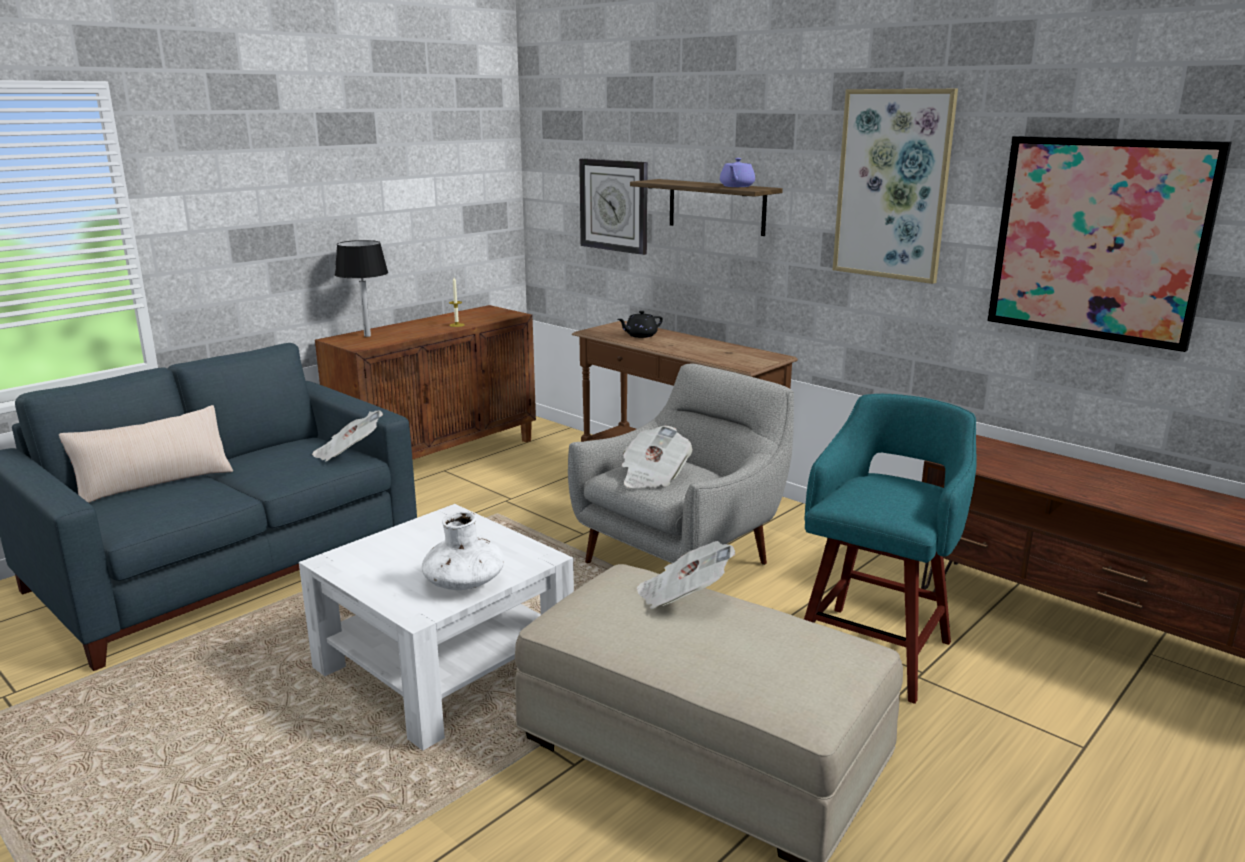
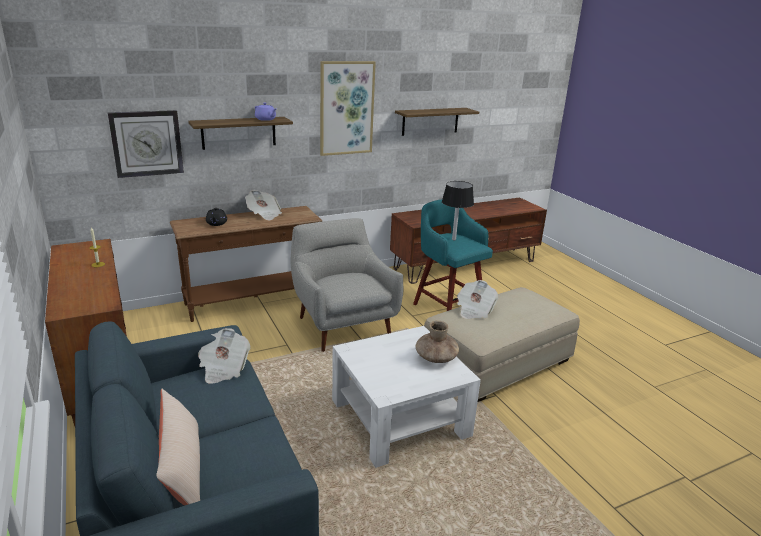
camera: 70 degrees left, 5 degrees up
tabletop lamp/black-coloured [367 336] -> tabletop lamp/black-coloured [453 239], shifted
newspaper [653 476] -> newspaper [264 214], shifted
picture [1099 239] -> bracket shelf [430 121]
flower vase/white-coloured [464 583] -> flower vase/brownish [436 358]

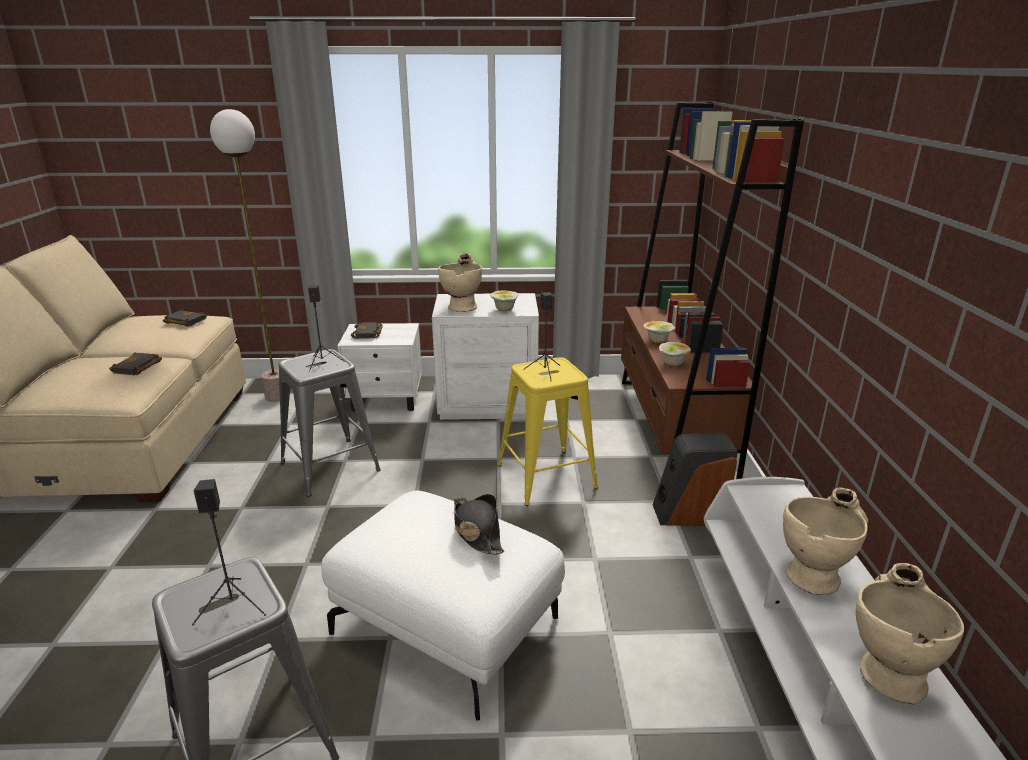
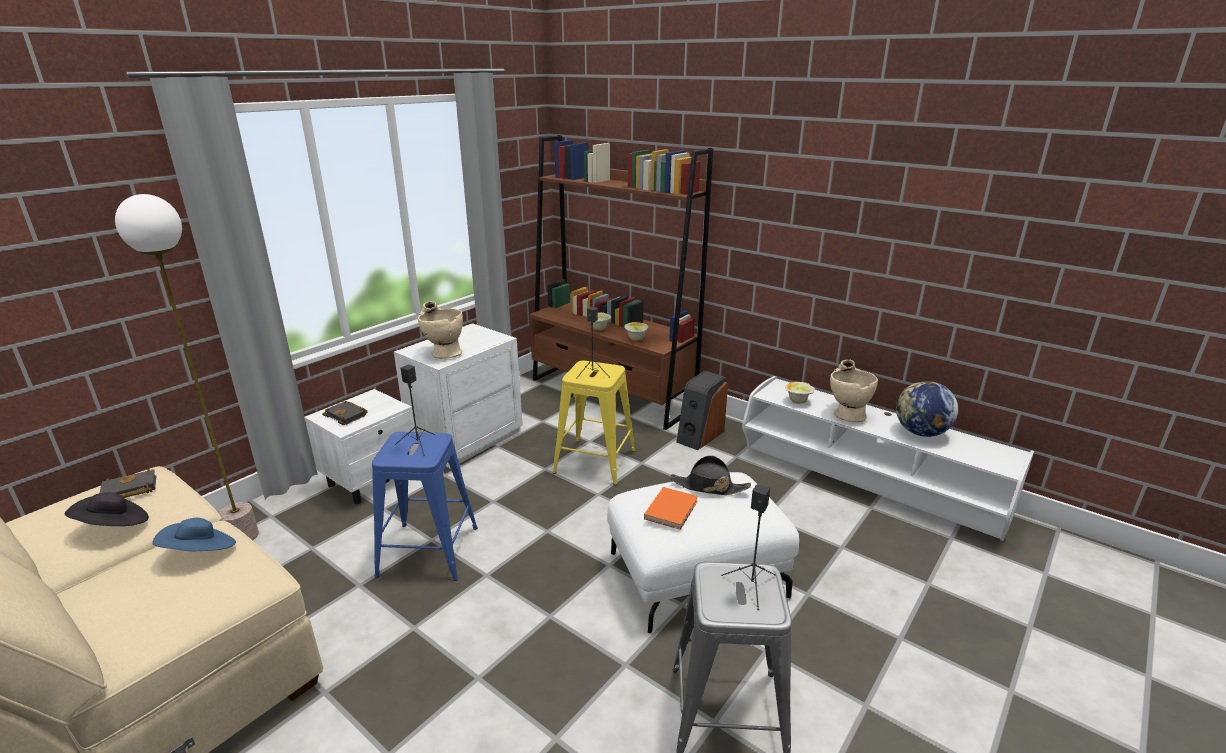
camera: 50 degrees left, 0 degrees up
none -> hat/black-coloured [114 526]
none -> volume/orangey [672 509]
deep dish [504 310] -> deep dish [798 401], shifted
volume/black-coloured [137 368] -> hat/blue-coloured [200 552]
flower vase/sand-coloured [887 668] -> globe [920 433]
stool seat/grey [330 466] -> stool seat/blue-coloured [428 551]

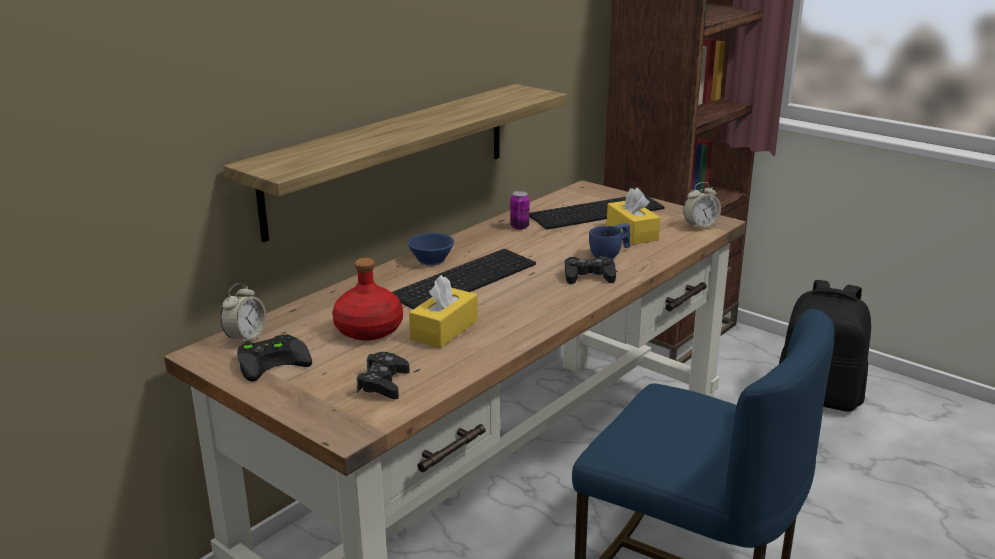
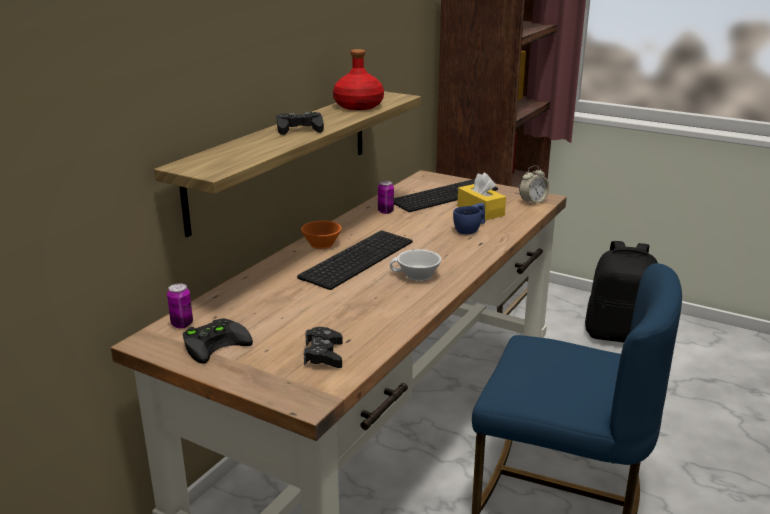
camera: 10 degrees left, 0 degrees up
tissue holder/yellowish [444 330] -> none
none -> cup/white-coloured [417 276]
bottle/red [369 329] -> bottle/red [358 106], shifted
gamepad/black-coloured [589 276] -> gamepad/black-coloured [299 129], shifted
alarm clock [246 337] -> sealed can [182 324]
cup/blue-coloured [430 259] -> cup/orangey [320 243]

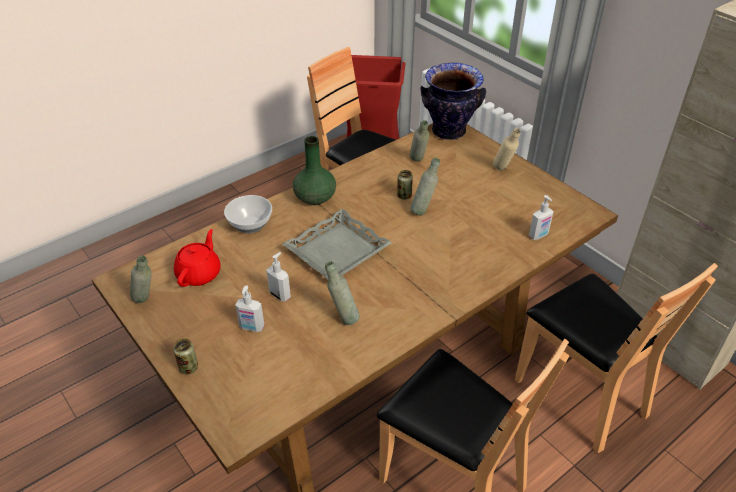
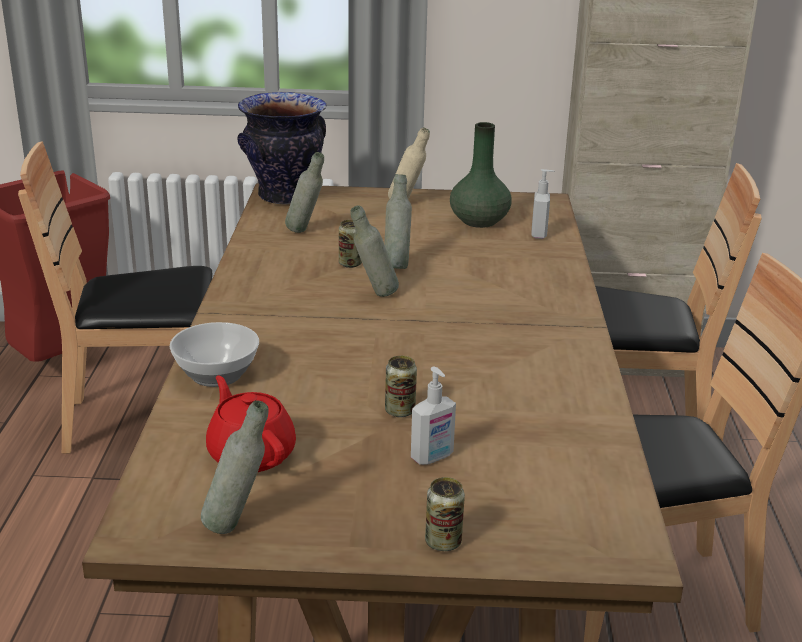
camera: 50 degrees left, 15 degrees down
tray/grey [337 250] -> none
flower vase/green [314 198] -> flower vase/green [479 221], shifted
bottle/grey [343 318] -> bottle/grey [374 295], shifted
soap bottle [280 295] -> sealed can [400 411]

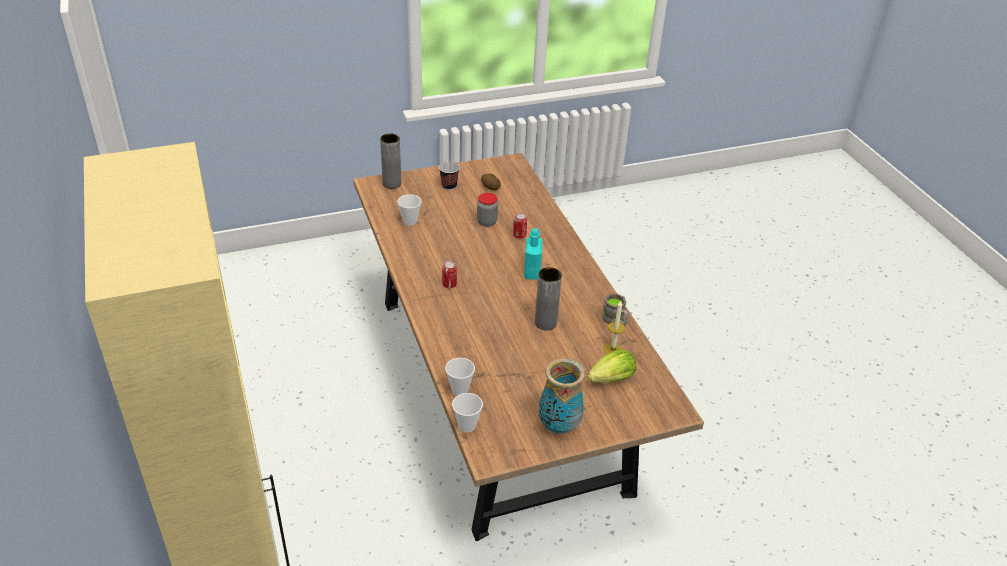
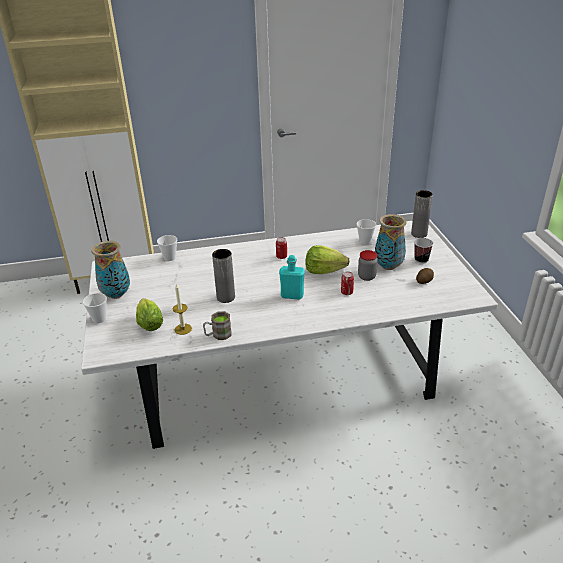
camera: 100 degrees right, 5 degrees down
none -> lettuce [324 271]
none -> flower vase [389 266]
cup [467 425] -> cup [99 319], shifted
dinner table/brownish [497 391] -> dinner table/white-coloured [284 376]

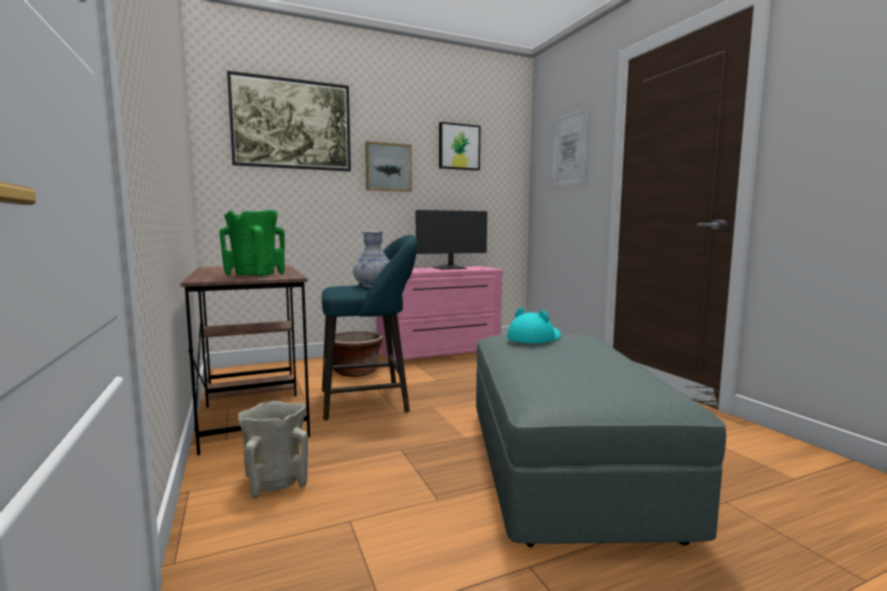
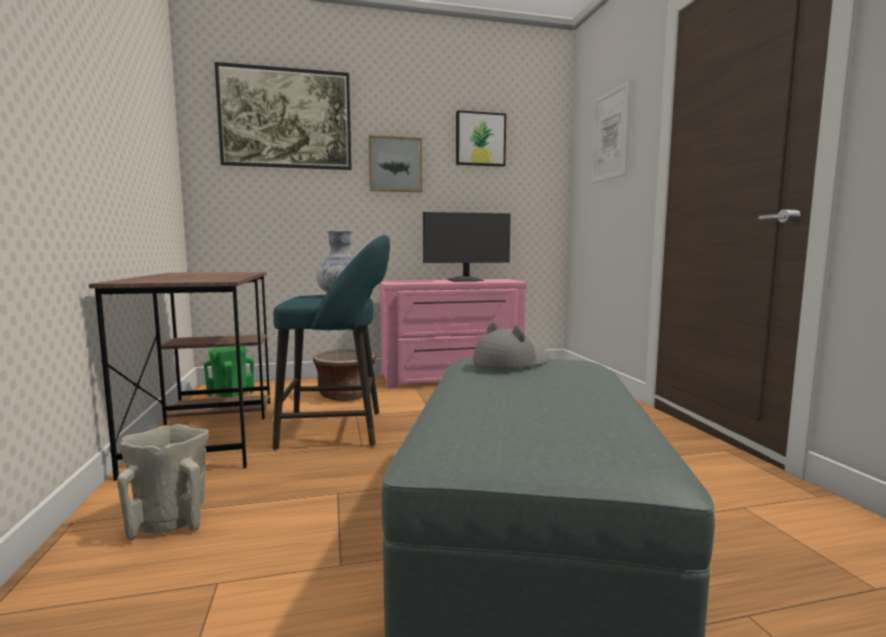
camera: 10 degrees right, 0 degrees up
flower vase/green [255 276] -> flower vase/green [231 395], shifted
hat/blue-green [534 338] -> hat/grey [511 362]

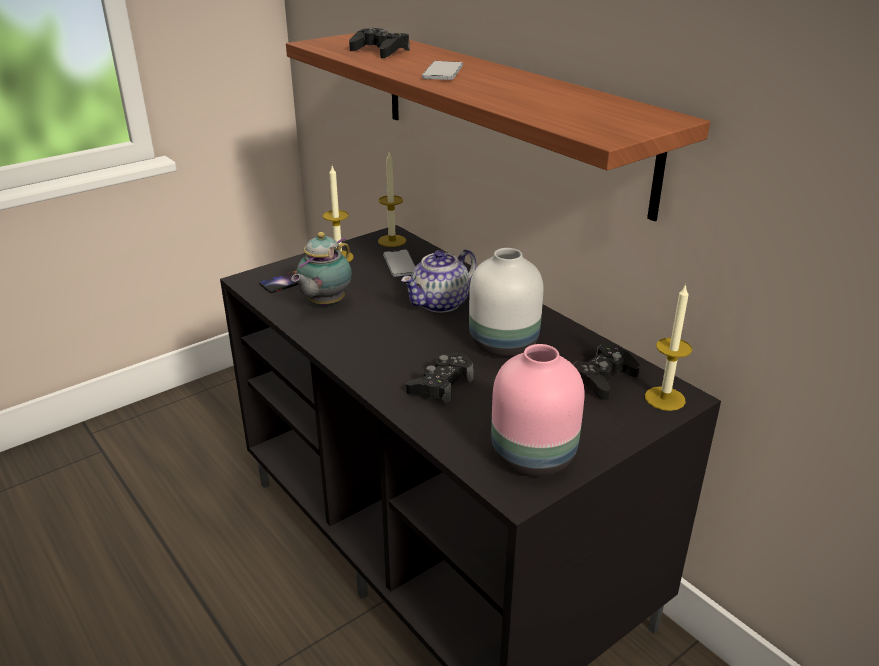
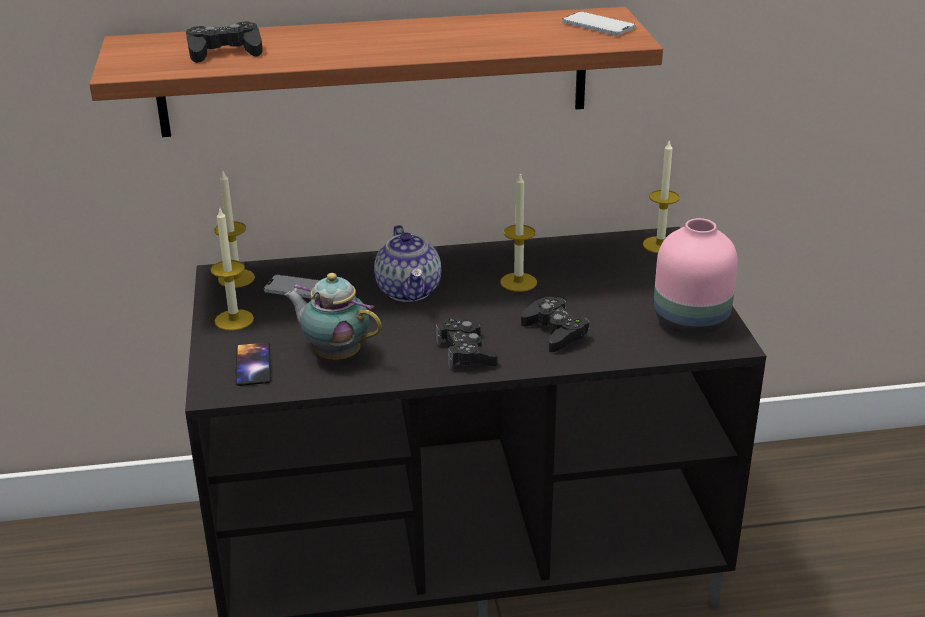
camera: 60 degrees left, 0 degrees up
telephone [442 72] -> telephone [598 25], shifted
gamepad/black-coloured [603 378] -> gamepad/black-coloured [465 352], shifted
flower vase/white-coloured [505 344] -> wax light [518 282]
teapot [324 304] -> teapot [335 354], 150 degrees clockwise

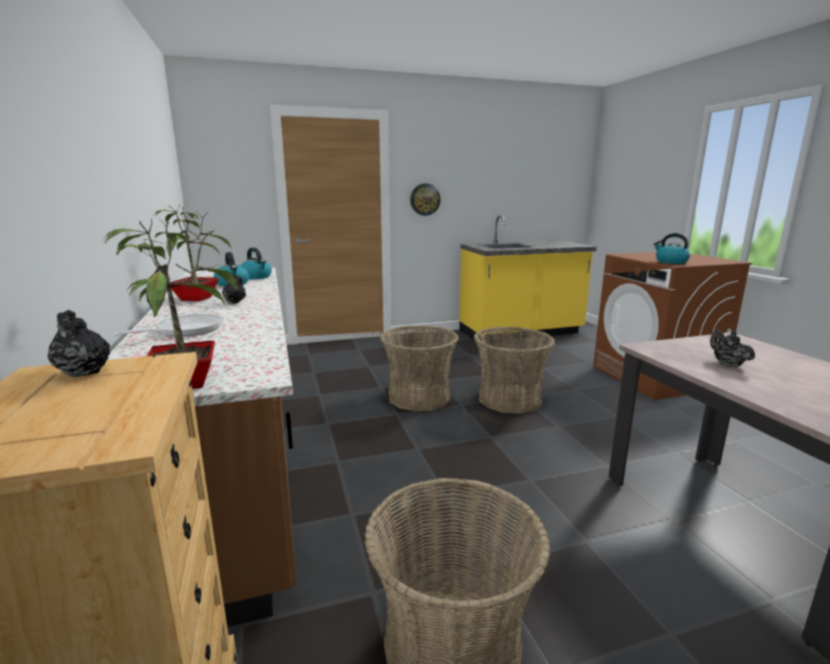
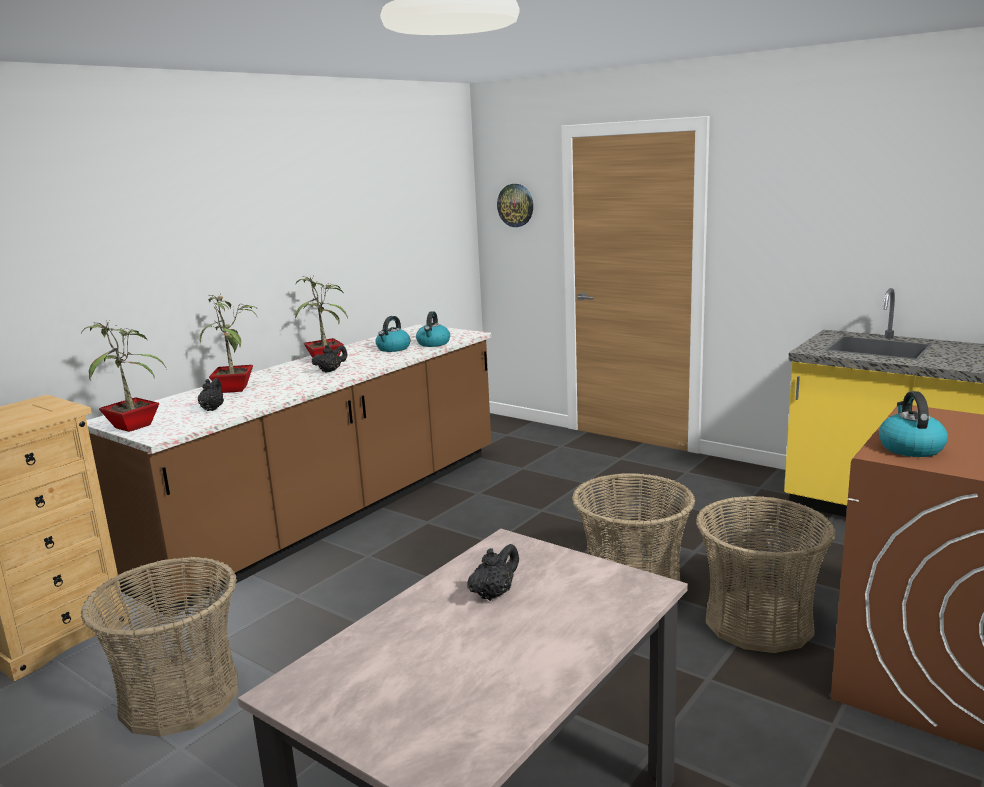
camera: 55 degrees right, 0 degrees up
teapot/black-coloured [83 372] -> teapot/black-coloured [212 409], shifted
household basket [419 397] -> household basket [758 621], shifted
wall clock [425 199] -> wall clock [515 205], shifted
pan [184 330] -> houseplant [236 389]

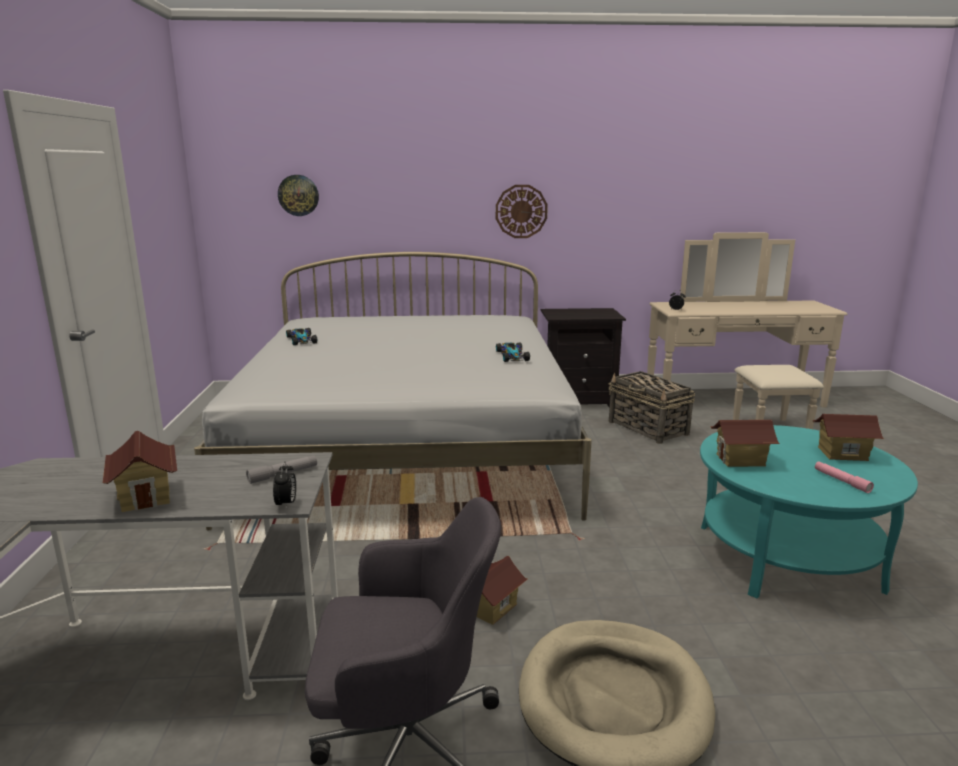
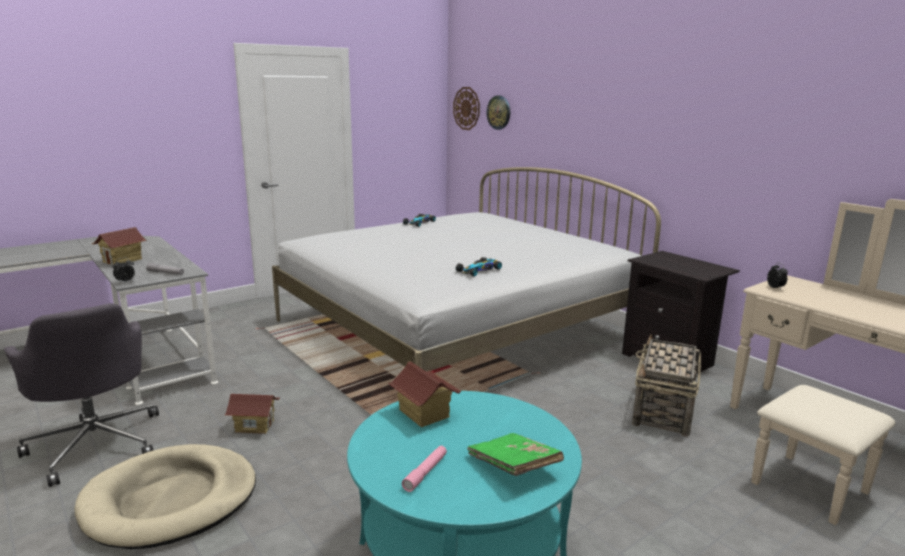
camera: 55 degrees right, 0 degrees up
wall clock [521 211] -> wall clock [466 108], shifted
toy house [842 454] -> volume/green [513 467]

